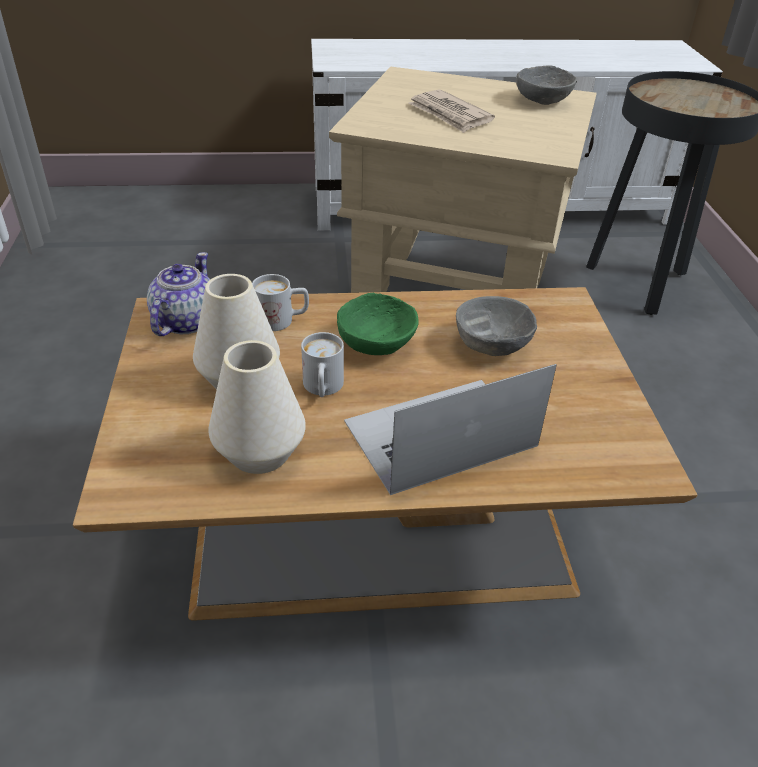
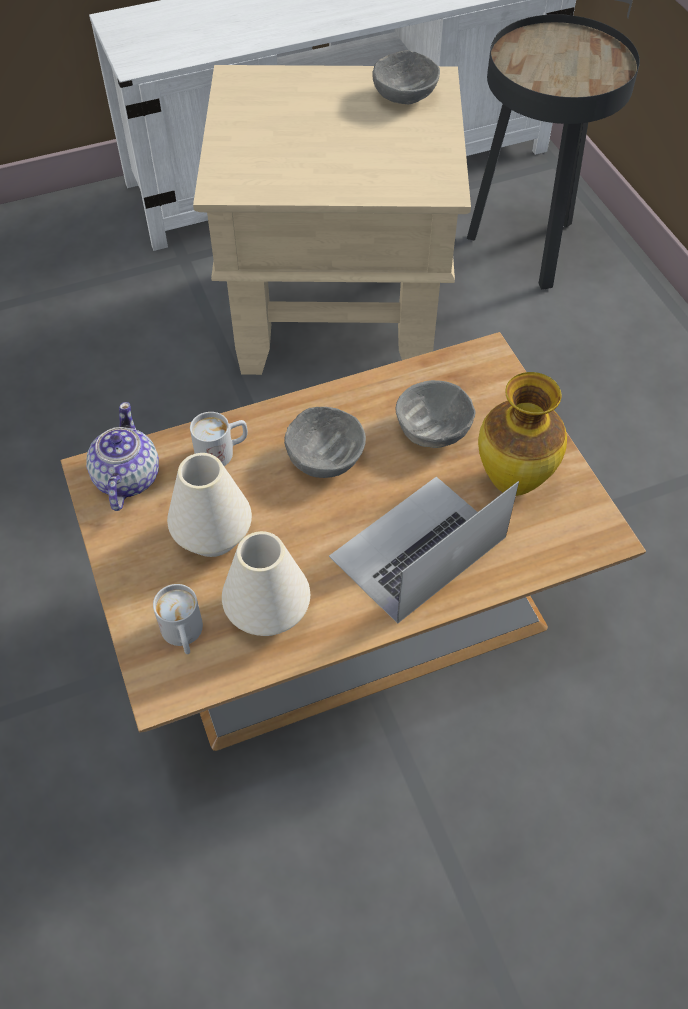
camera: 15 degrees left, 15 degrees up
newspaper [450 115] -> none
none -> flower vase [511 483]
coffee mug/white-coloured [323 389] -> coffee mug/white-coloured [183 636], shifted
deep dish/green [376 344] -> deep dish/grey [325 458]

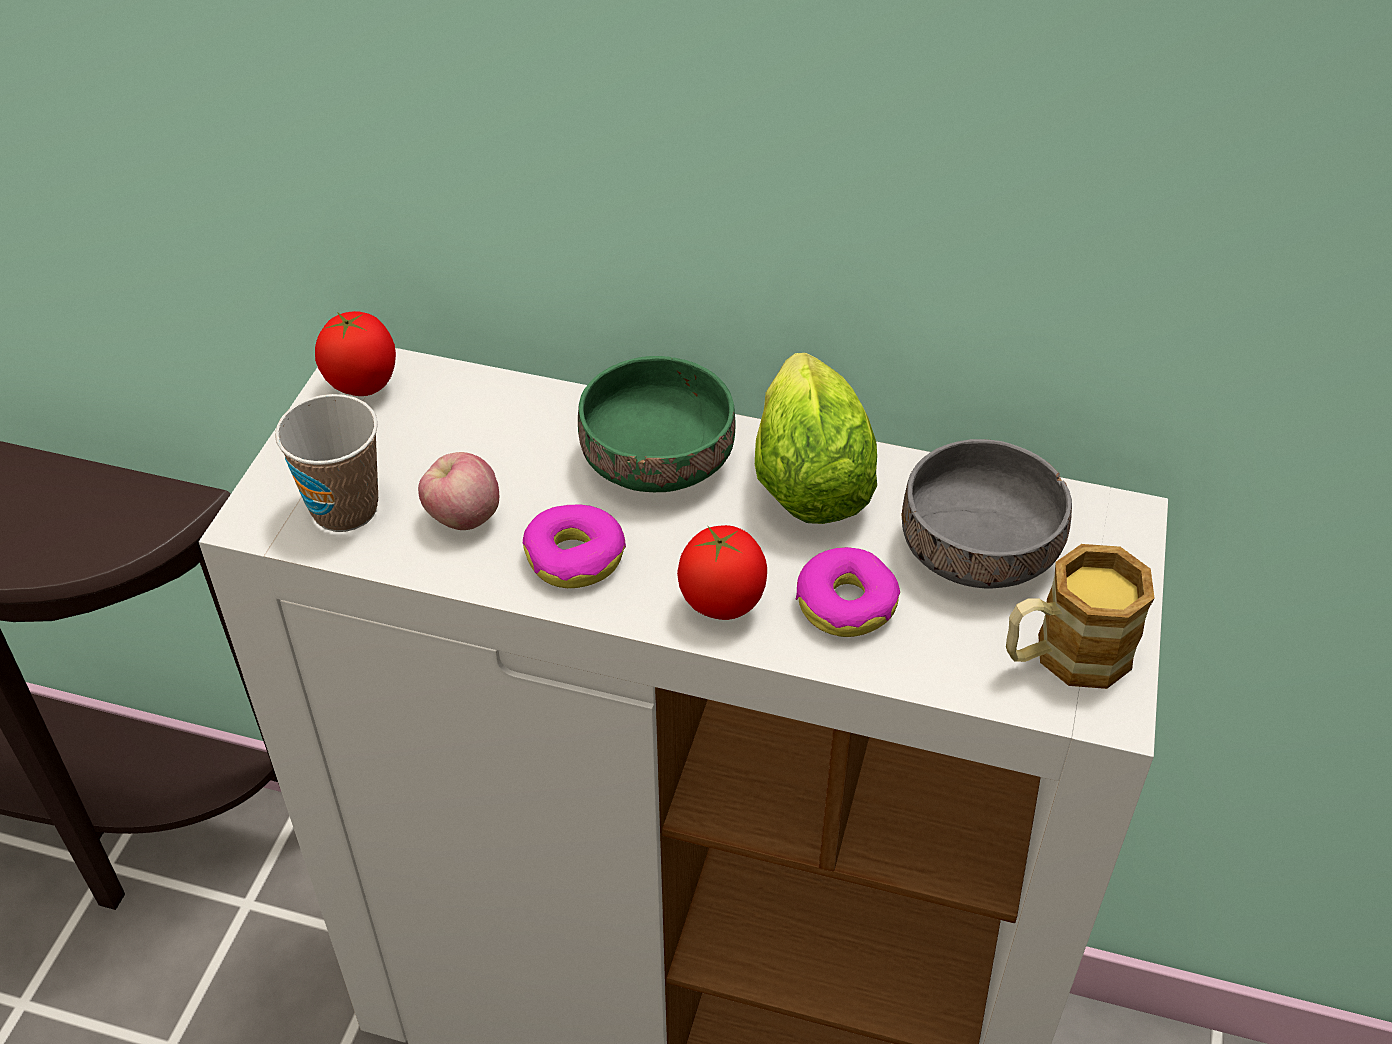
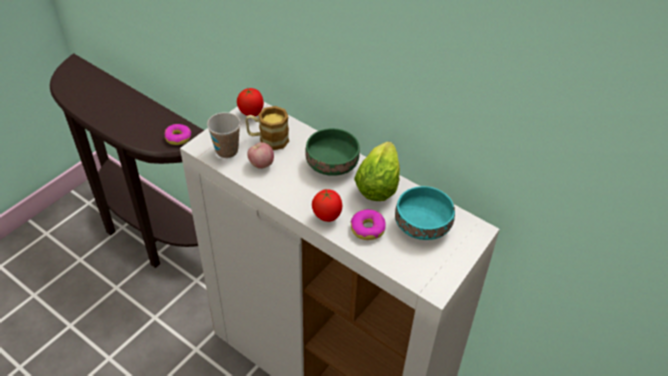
camera: 20 degrees right, 0 degrees up
donut [575 557] -> donut [178 138], shifted
coffee mug [1064 656] -> coffee mug [268 140], shifted
deep dish/grey [974 546] -> deep dish/blue-green [421 224]

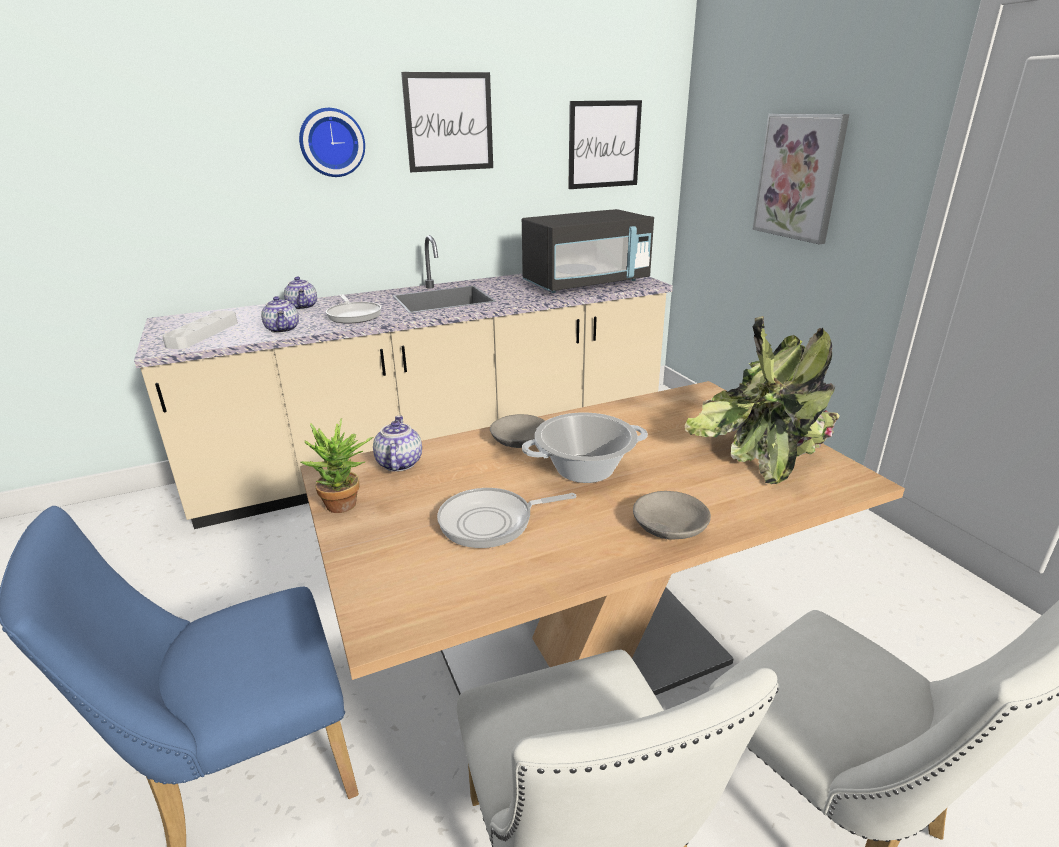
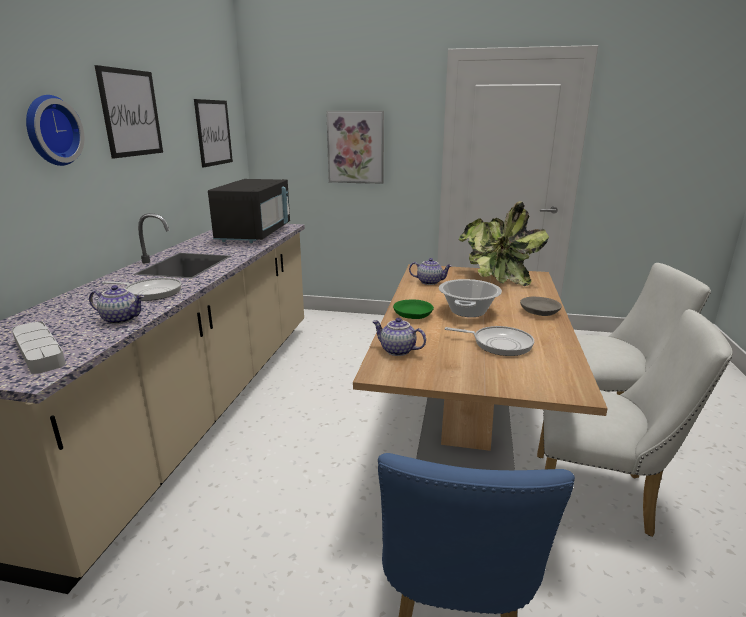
camera: 55 degrees left, 5 degrees down
houseplant [346 507] -> none
teapot [303 307] -> teapot [429 282], shifted
deep dish/grey [518 440] -> deep dish/green [413 315]
pan [491 522] -> pan [498 344], 90 degrees counterclockwise

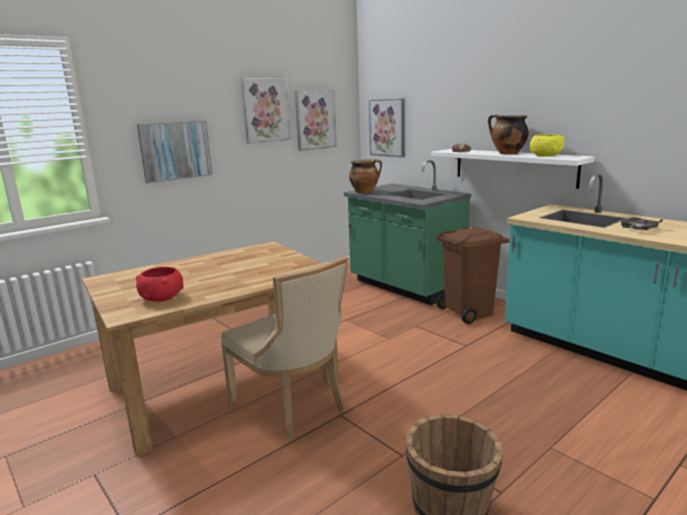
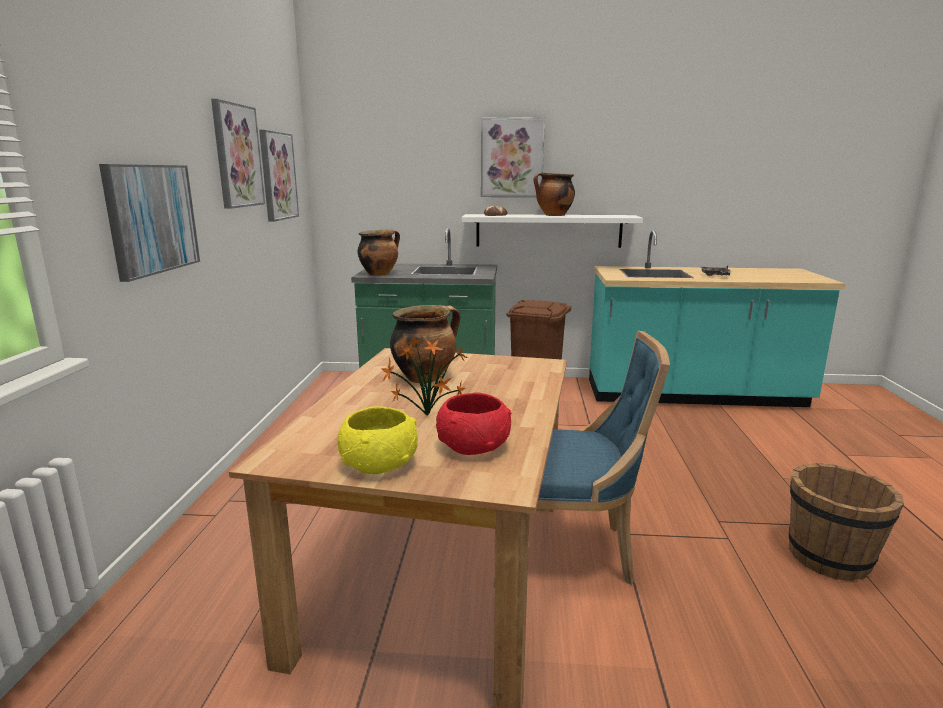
camera: 45 degrees left, 0 degrees up
none -> houseplant [424 416]
none -> stockpot [425 377]
picture [387 127] -> picture [512 158], shifted
deep dish/yellowish [546 155] -> deep dish/yellowish [379 463], shifted
plain chair/sand-coloured [292 407] -> plain chair/blue-coloured [566 551]

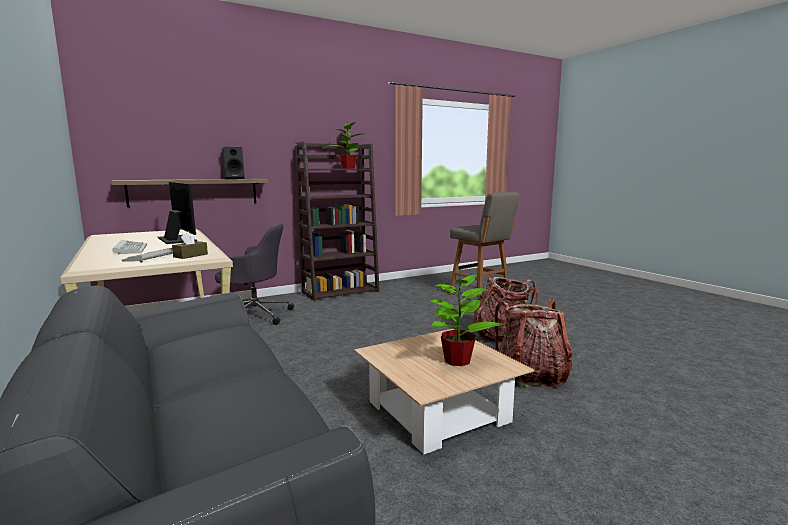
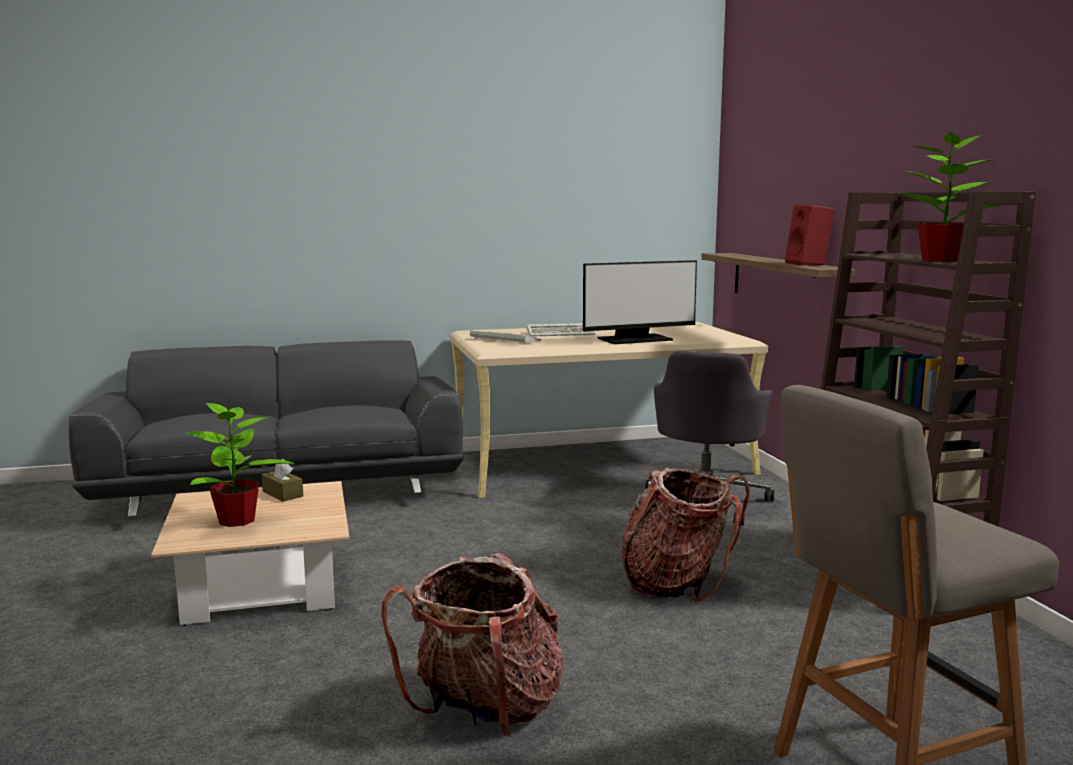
camera: 105 degrees right, 0 degrees up
tissue holder/brownish [190 255] -> tissue holder/brownish [282 494], shifted
backpack [531 375] -> backpack [677 583], shifted
audio speaker/black-coloured [234 178] -> audio speaker/red [808 264]

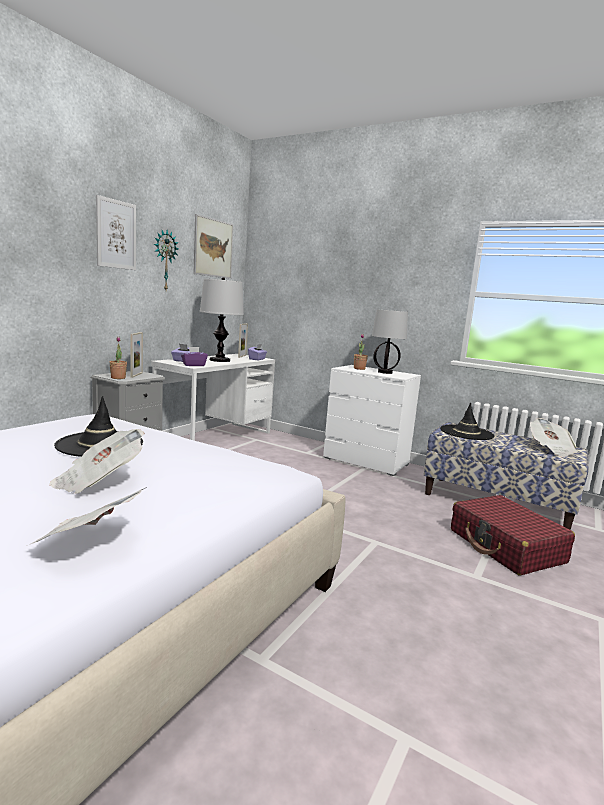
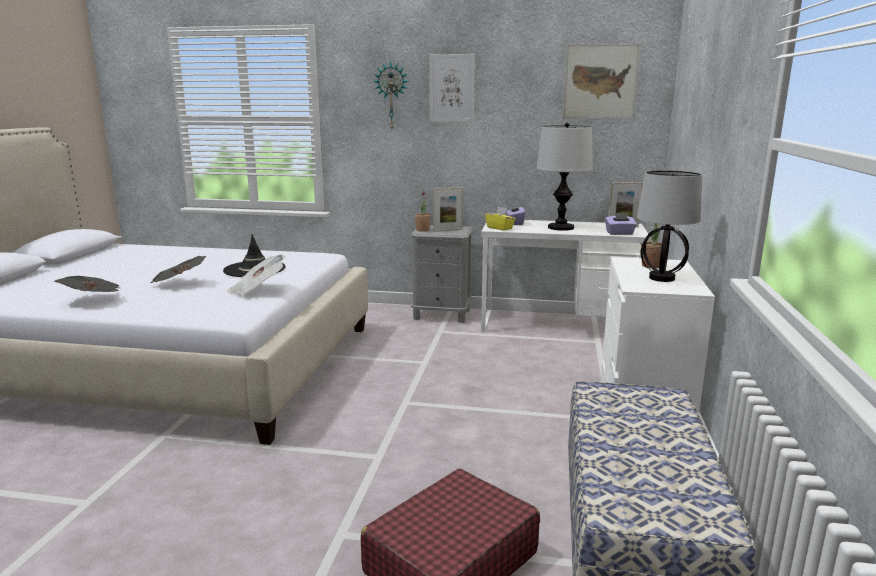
camera: 70 degrees right, 5 degrees up
hat/black-coloured [466 433] -> none
wall clock [164 260] -> wall clock [391 96], shifted
newspaper [551 449] -> newspaper [257 290], shifted
tissue holder/purplish [194 365] -> tissue holder/yellowish [500 228]

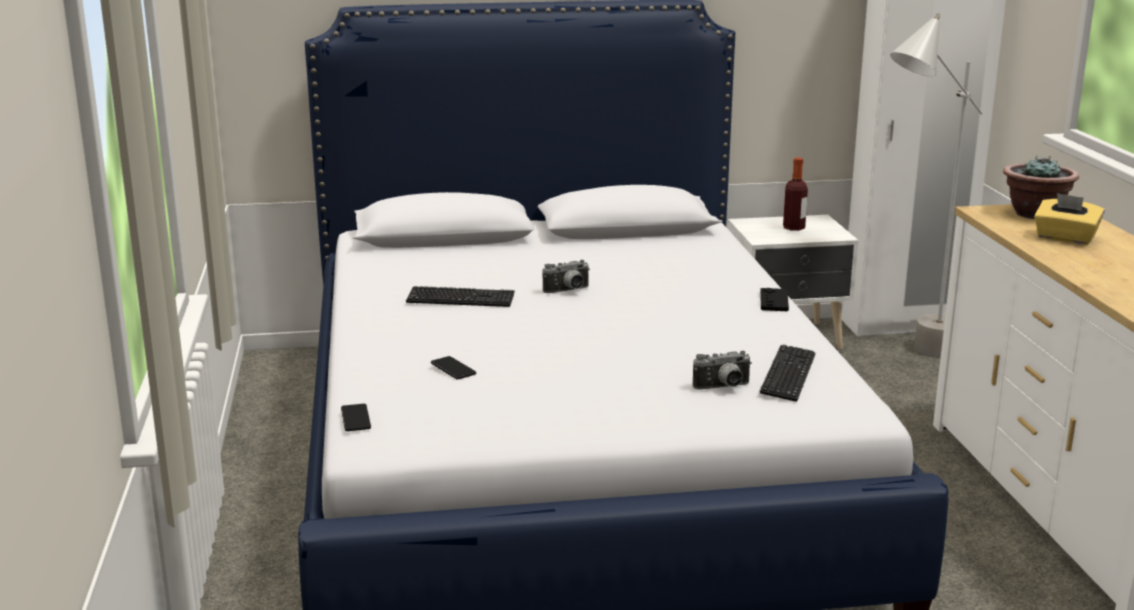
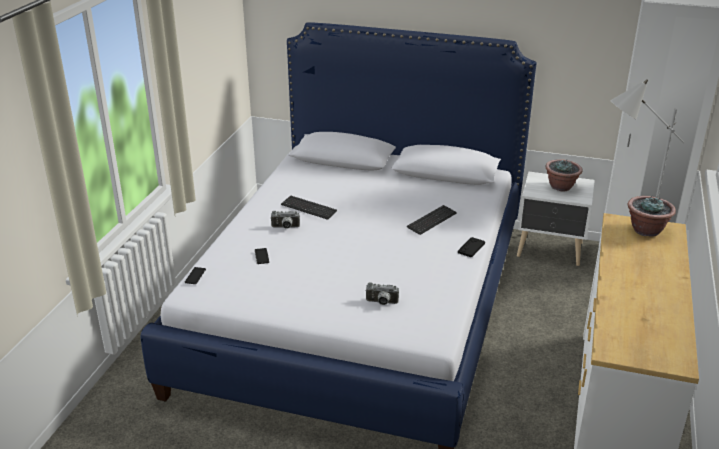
camera: 25 degrees right, 10 degrees up
tissue holder/yellowish [1065 238] -> none
photo camera [568 291] -> photo camera [285 227], shifted
PC keyboard [788 375] -> PC keyboard [431 221], shifted
bottle [794 228] -> houseplant [561 187]

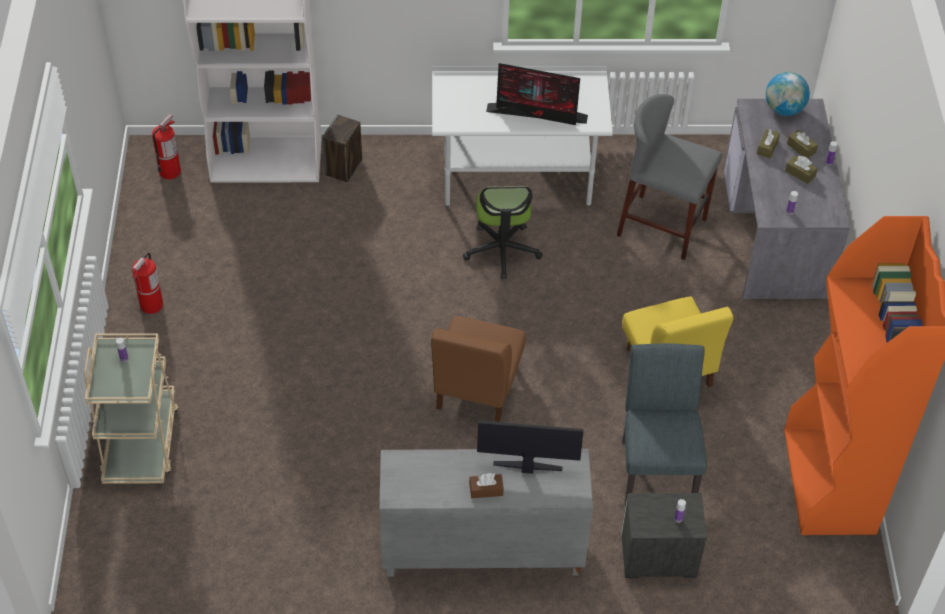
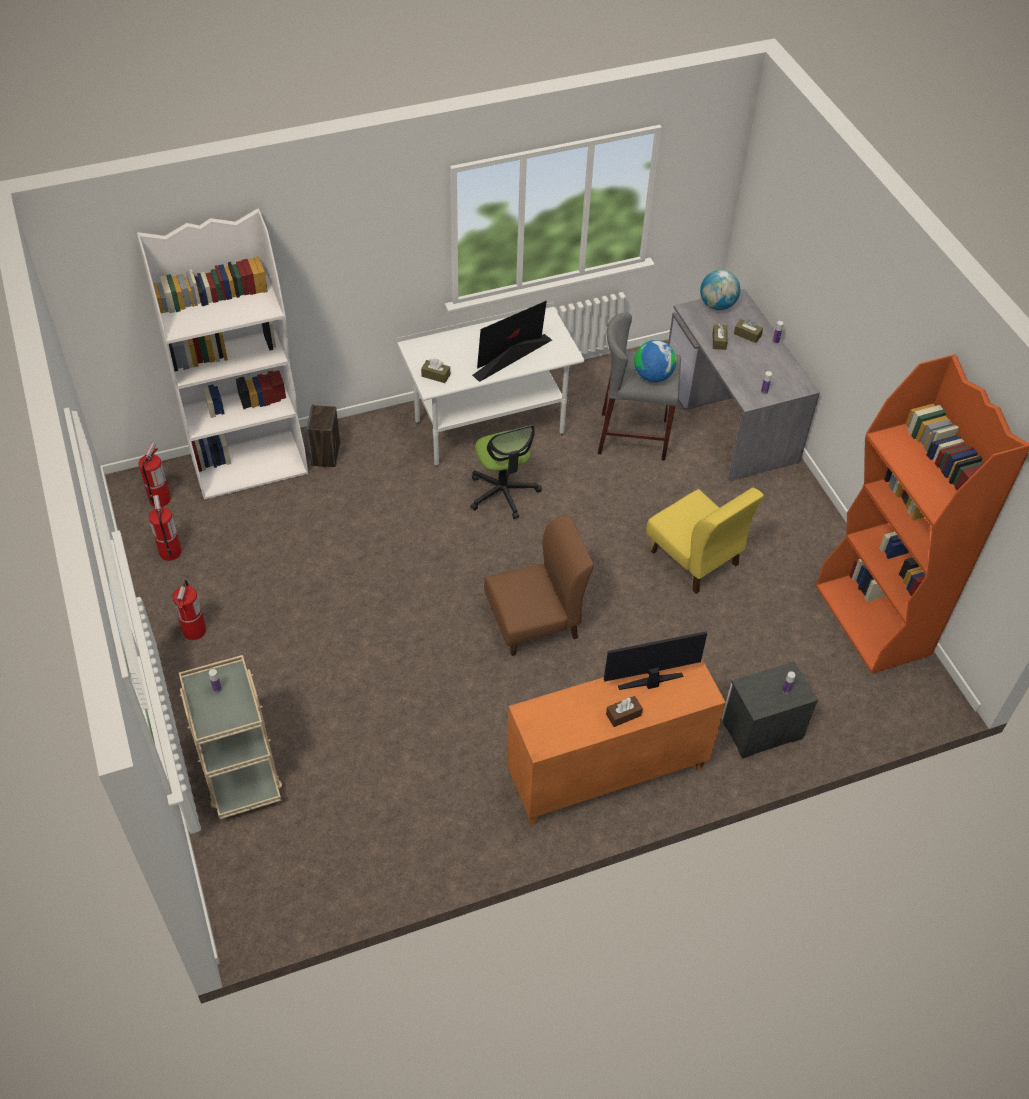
camera: 20 degrees left, 0 degrees up
plain chair/grey [657 465] -> none
none -> extinguisher [170 552]
none -> globe [652 376]
tissue holder/brownish [800 173] -> tissue holder/brownish [436 375], shifted
cupboard/grey [481 551] -> cupboard/orangey [606 774]
plain chair/brownish [476 387] -> plain chair/brownish [535 623], 105 degrees counterclockwise
computer display [538 114] -> computer display [511 358], 150 degrees clockwise

